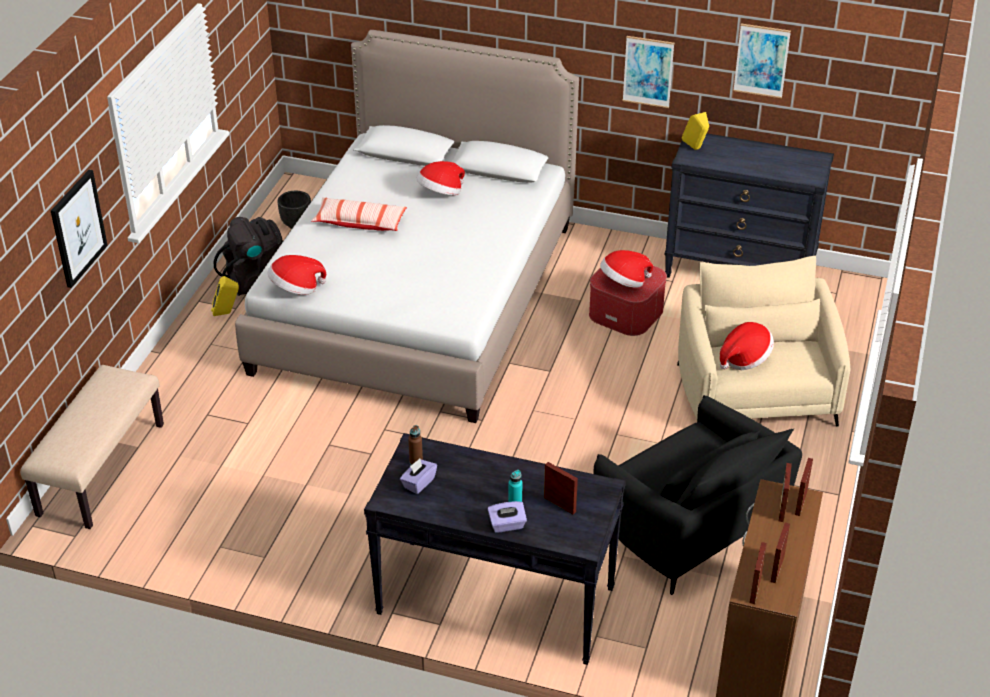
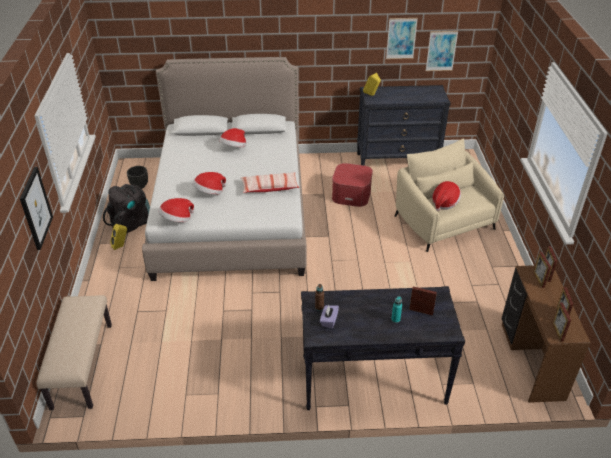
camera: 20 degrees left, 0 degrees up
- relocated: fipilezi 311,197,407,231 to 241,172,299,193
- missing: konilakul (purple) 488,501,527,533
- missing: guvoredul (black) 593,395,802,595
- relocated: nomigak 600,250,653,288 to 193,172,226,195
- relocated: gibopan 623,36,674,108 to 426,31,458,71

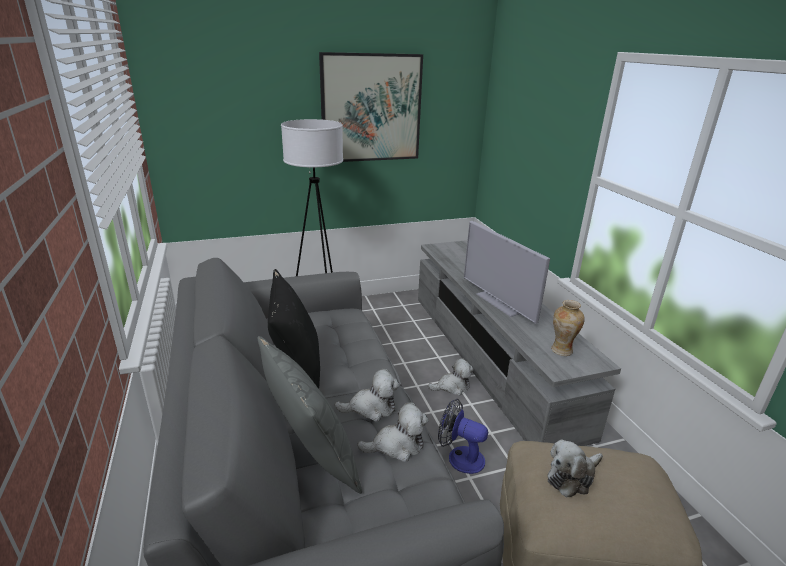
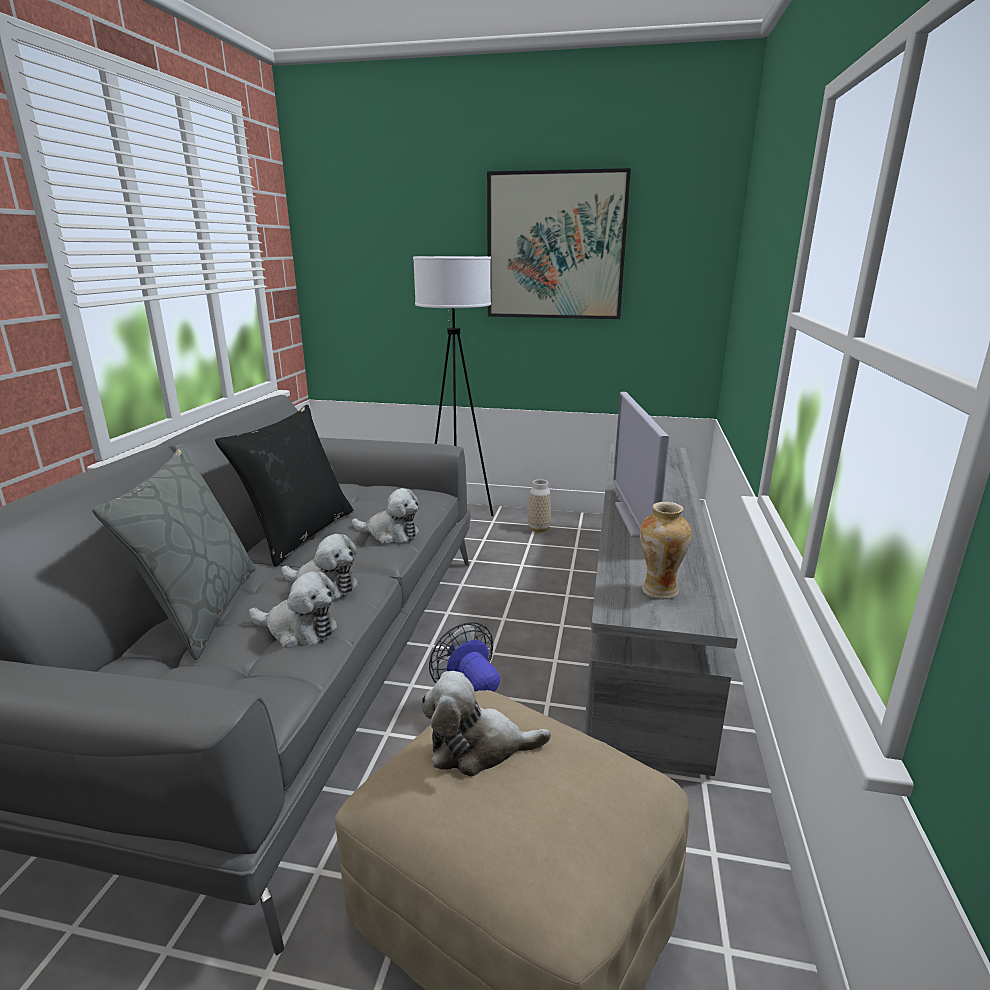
camera: 30 degrees right, 5 degrees down
- relocated: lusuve 428,358,474,396 to 352,488,419,544
- appeared: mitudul 528,479,551,533

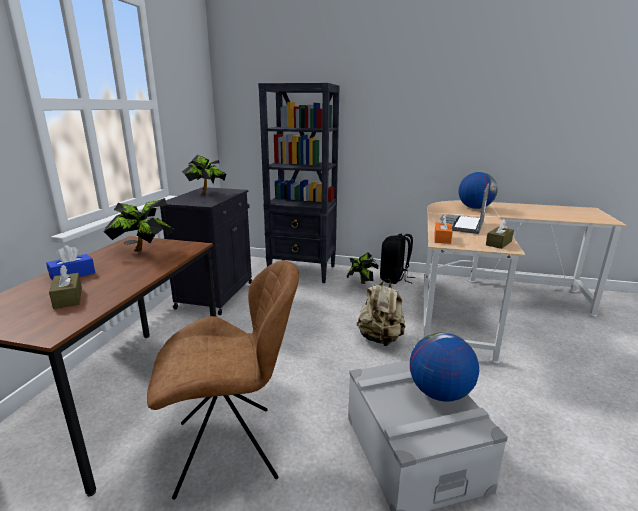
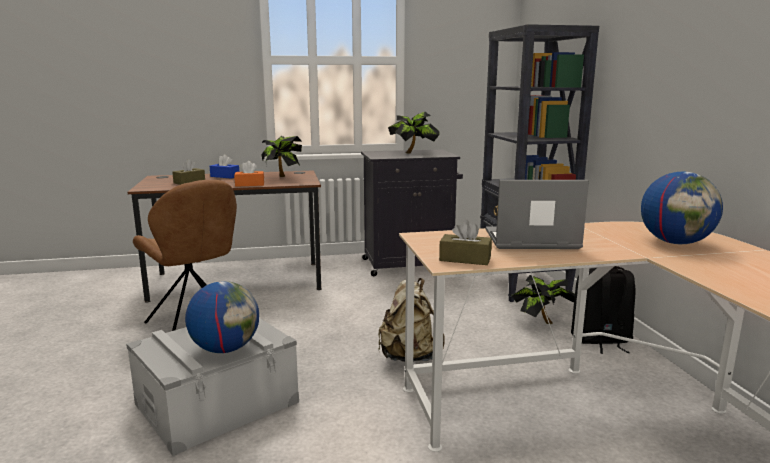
camera: 65 degrees right, 5 degrees down
- relocated: konilakul (orange) 434,215,453,244 to 234,161,264,187

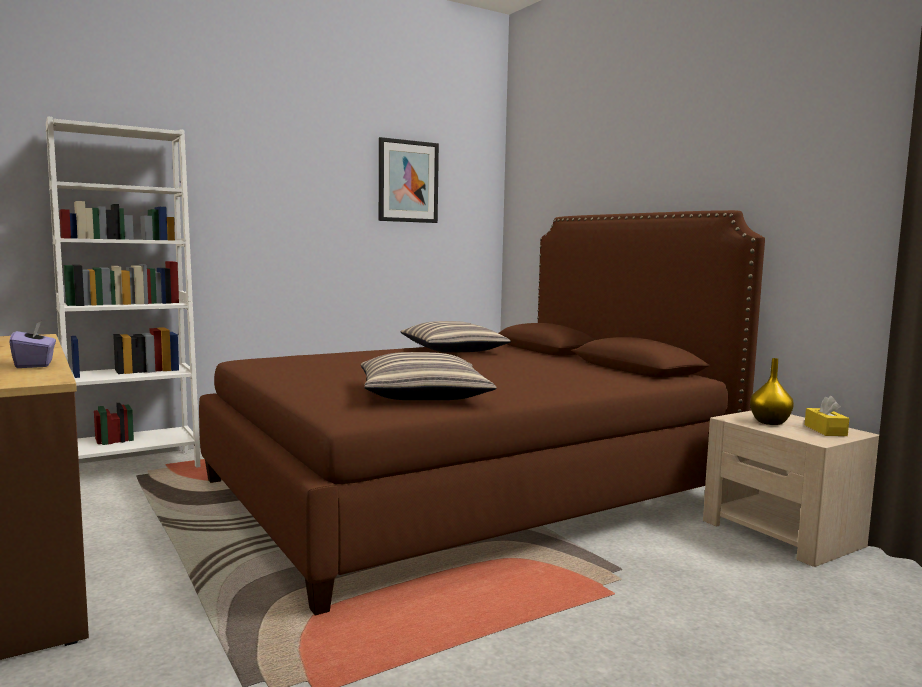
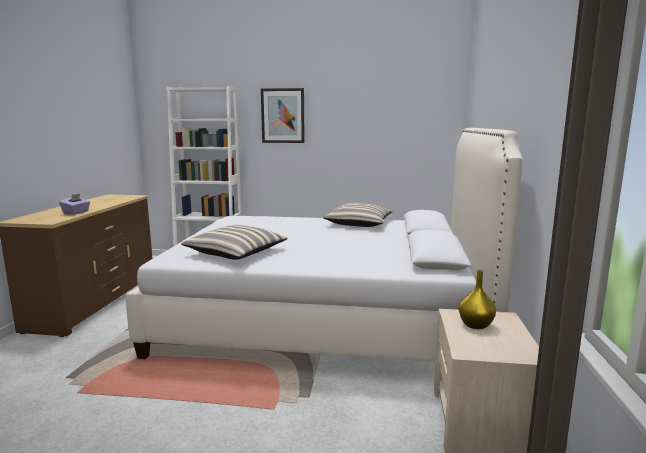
camera: 40 degrees right, 5 degrees up
- colour: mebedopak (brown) 199,210,765,616 to mebedopak (white) 126,128,523,362
- relocated: gibopan 379,137,439,223 to 261,88,305,143
- missing: konilakul (yellow) 805,396,850,436

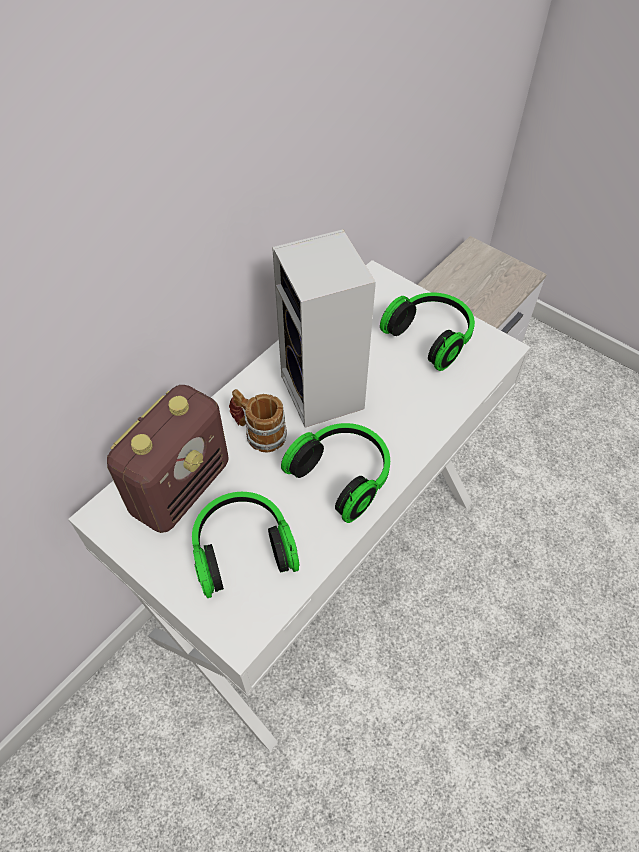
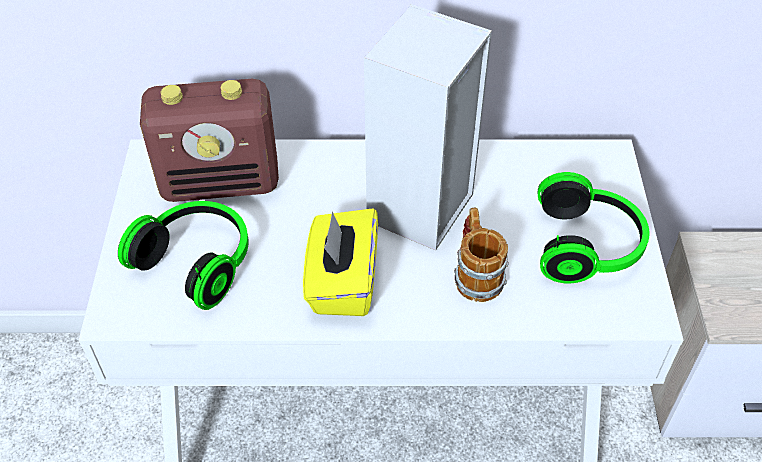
camera: 50 degrees right, 5 degrees down
- relocated: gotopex 229,389,287,453 to 454,207,509,302
- exchanged: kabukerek 281,423,390,523 to konilakul (yellow) 303,208,378,316

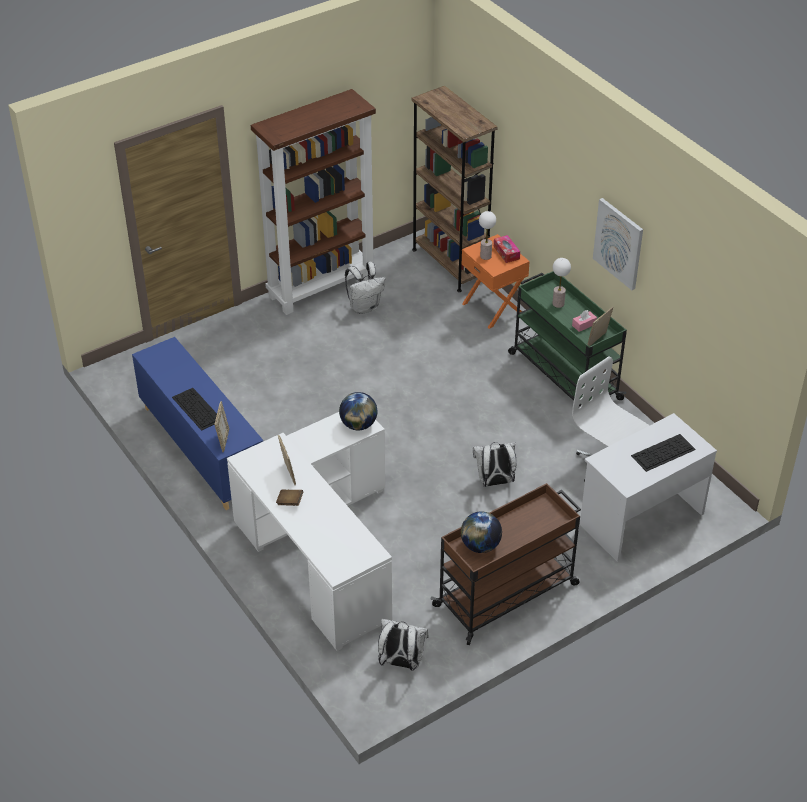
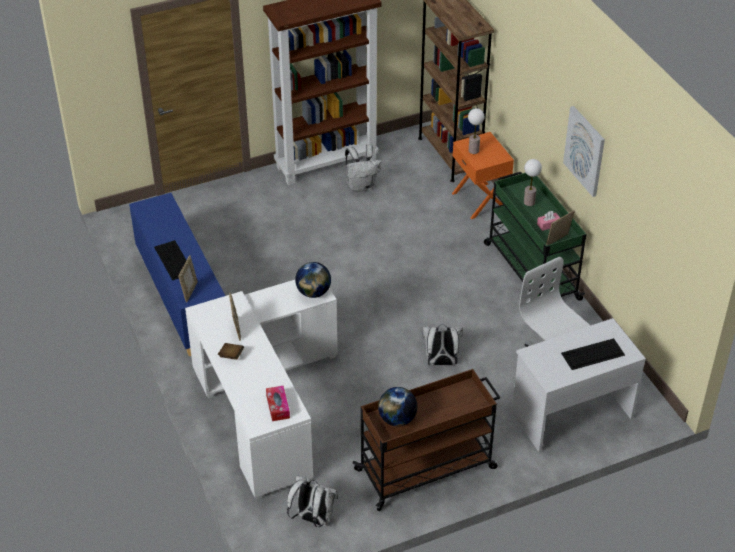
camera: 10 degrees right, 0 degrees up
- relocated: konilakul 494,235,520,263 to 266,386,290,421

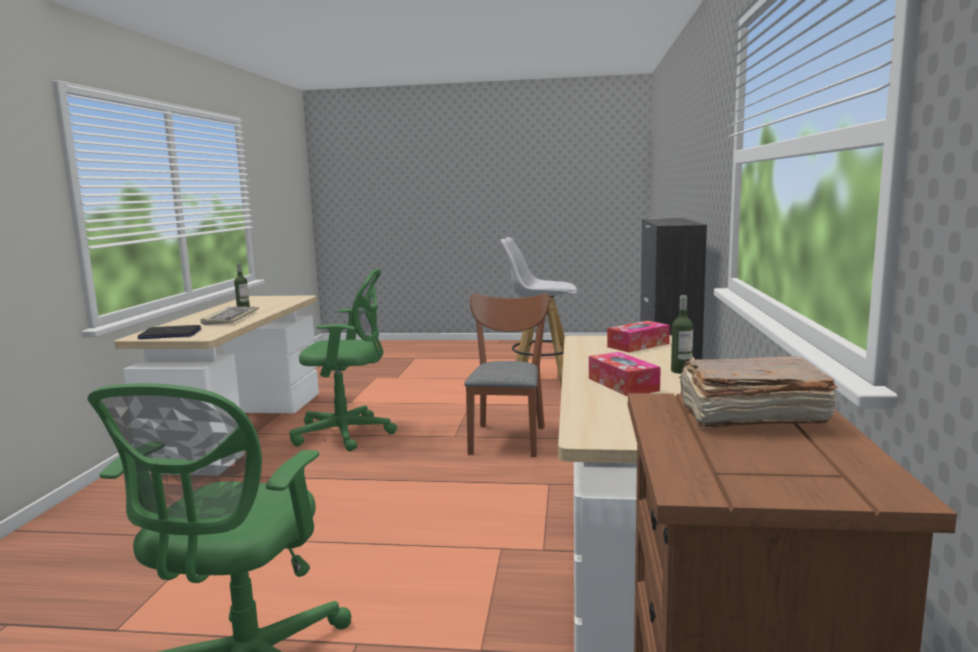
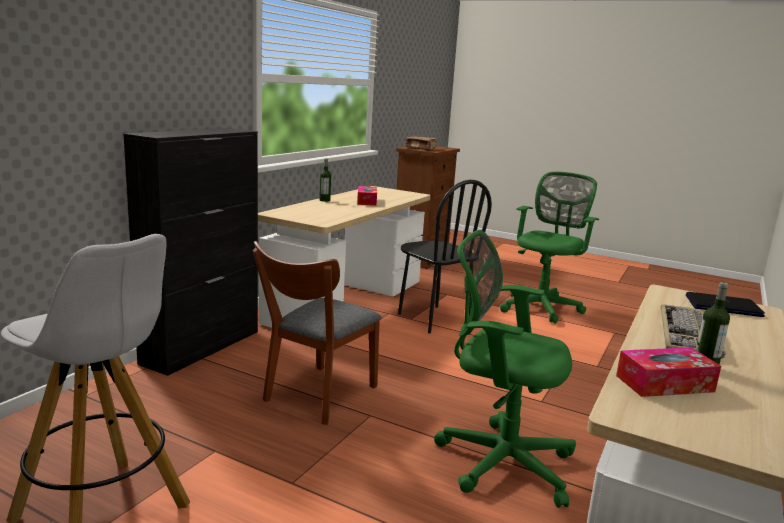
camera: 160 degrees left, 5 degrees up
- relocated: konilakul 607,321,670,353 to 616,347,721,397
- appeared: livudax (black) 398,180,492,333

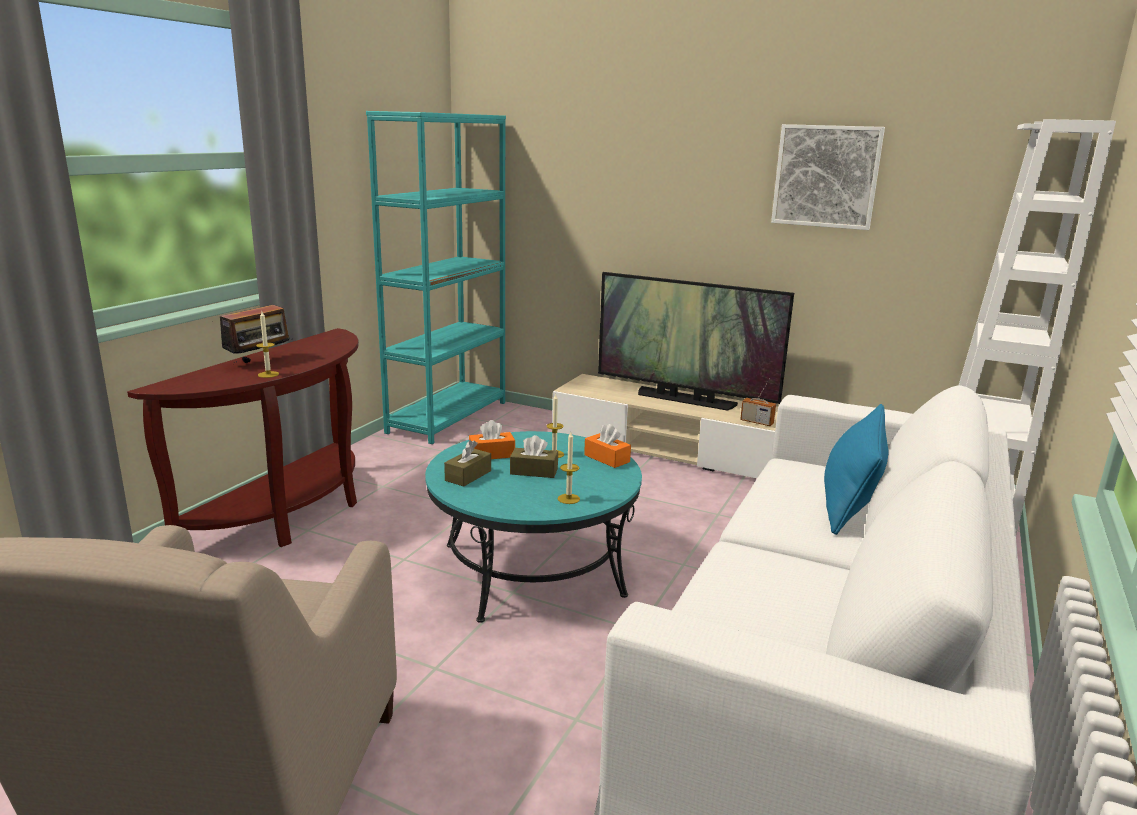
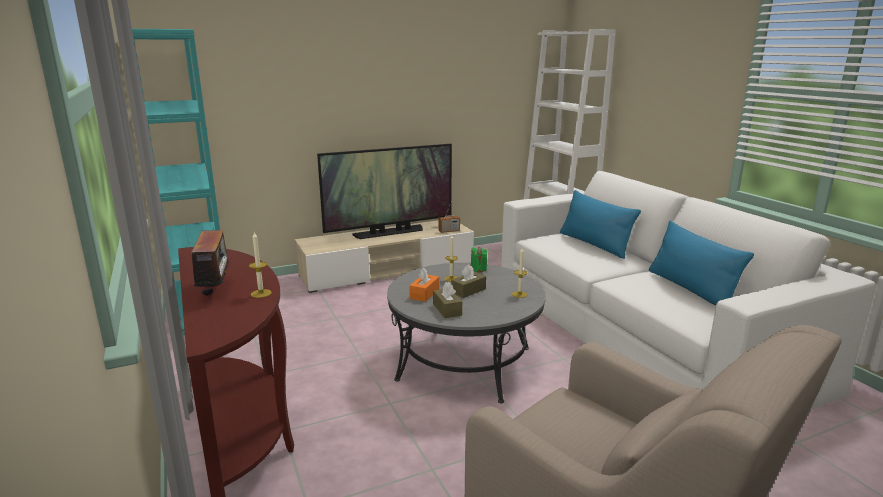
camera: 50 degrees left, 0 degrees up
- colour: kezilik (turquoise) 425,431,642,623 to kezilik (grey) 387,263,546,403
- exchanged: konilakul (orange) 584,424,631,468 to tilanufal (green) 471,247,487,272
- missing: gibopan 771,124,885,230
- appeared: fipilezi (blue) 649,220,754,306

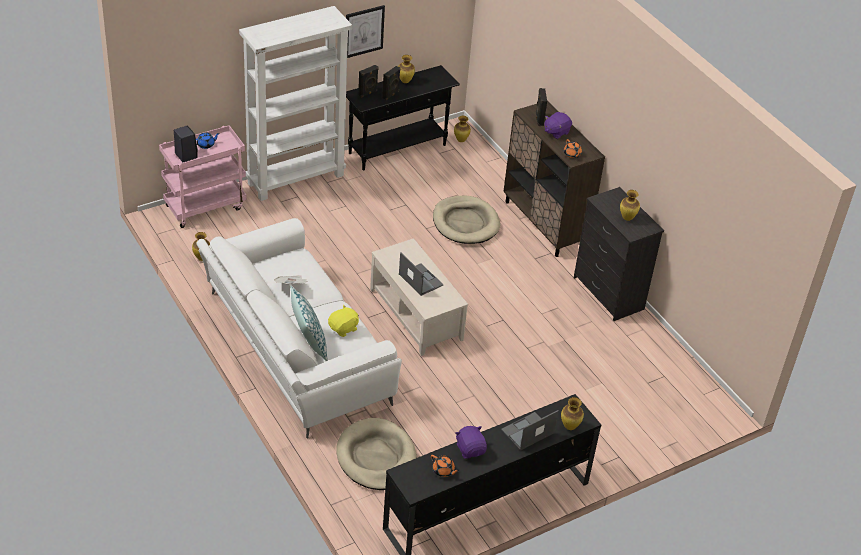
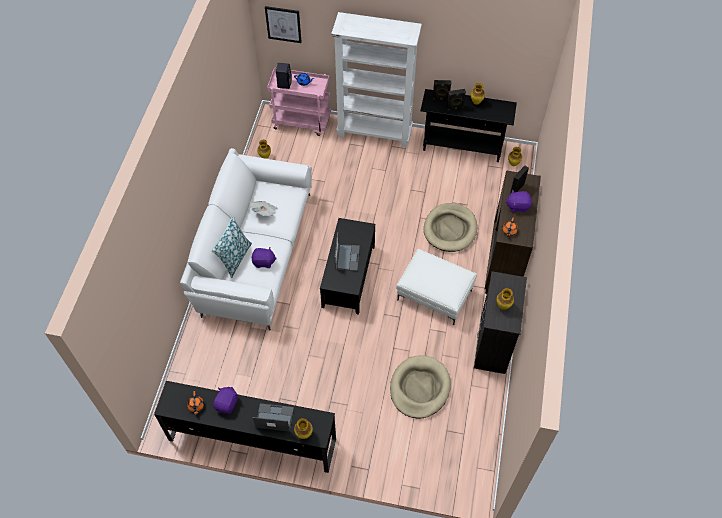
camera: 45 degrees right, 15 degrees up
- colour: lusuve (yellow) 328,305,359,337 to lusuve (purple) 251,247,277,268
- relocated: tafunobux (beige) 336,418,416,490 to 390,355,451,419
- relocated: gibopan 346,5,385,58 to 265,6,302,43
- colour: kezilik (beige) 370,238,468,356 to kezilik (black) 320,218,375,315
- appeared: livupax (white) 396,249,477,325

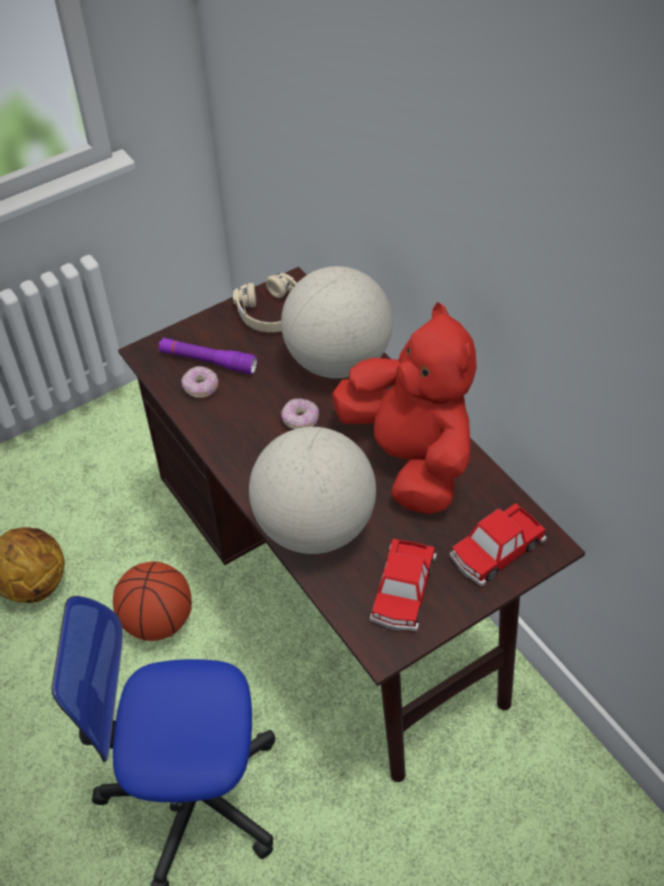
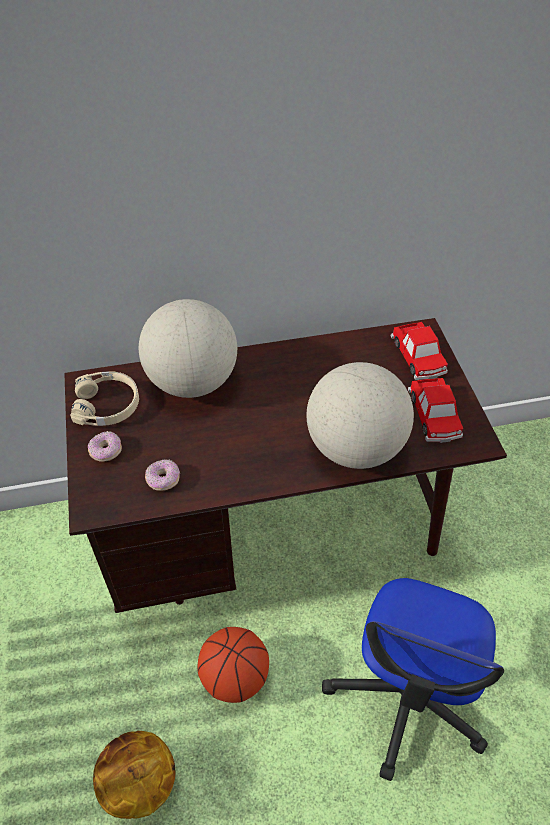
camera: 70 degrees left, 0 degrees up
- missing: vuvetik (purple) 158,338,257,374
- relocated: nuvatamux 281,398,319,429 to 88,431,122,462
- missing: lusuve (red) 332,302,477,514
- spun: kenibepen 370,539,437,631 = 408,378,463,443 45 degrees clockwise

